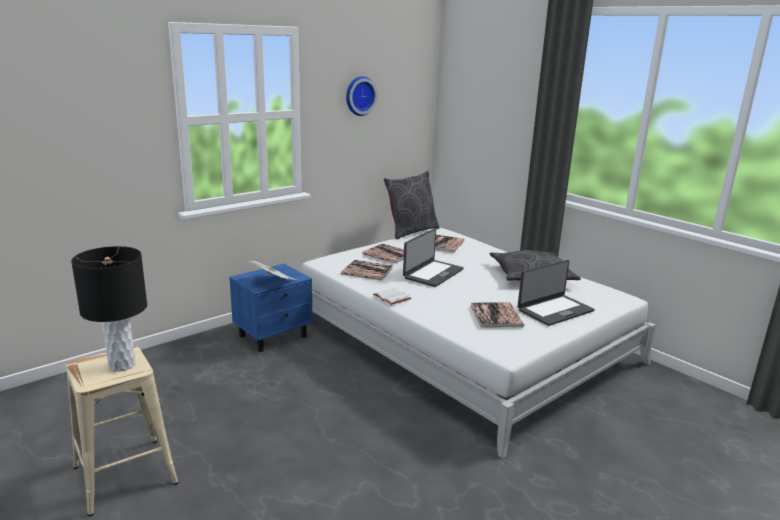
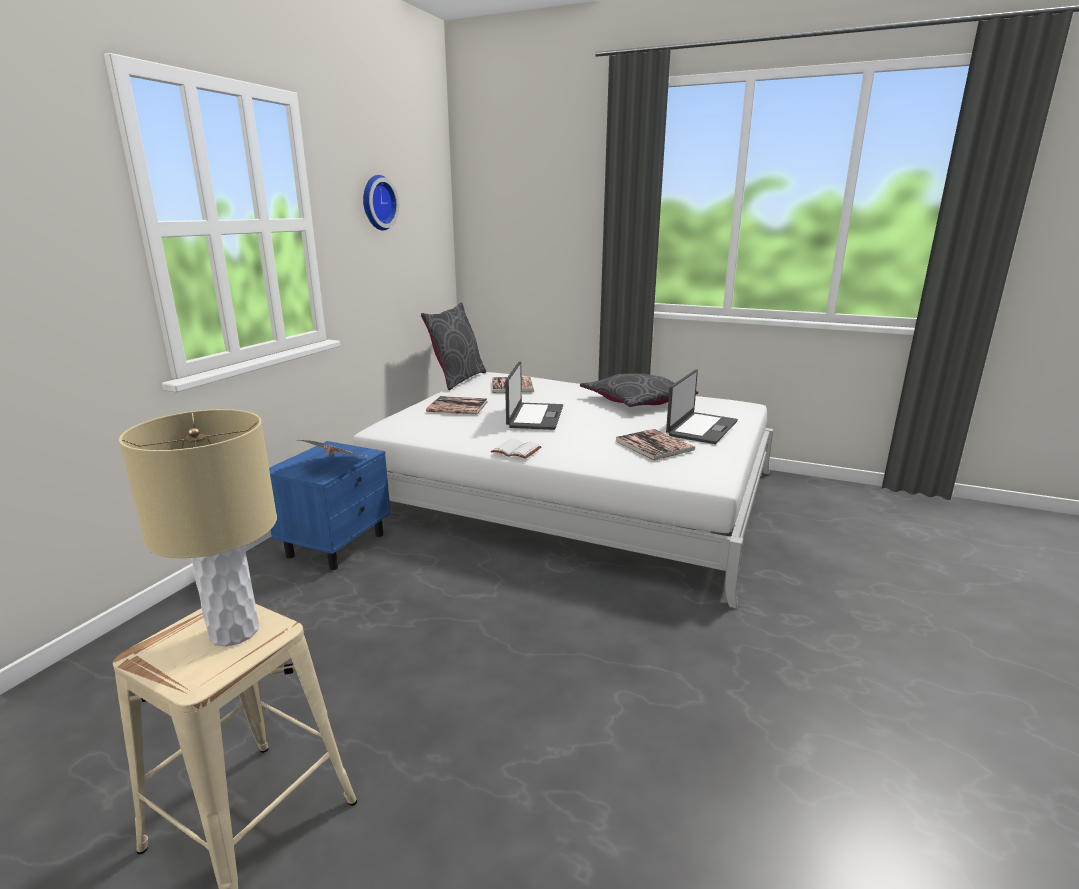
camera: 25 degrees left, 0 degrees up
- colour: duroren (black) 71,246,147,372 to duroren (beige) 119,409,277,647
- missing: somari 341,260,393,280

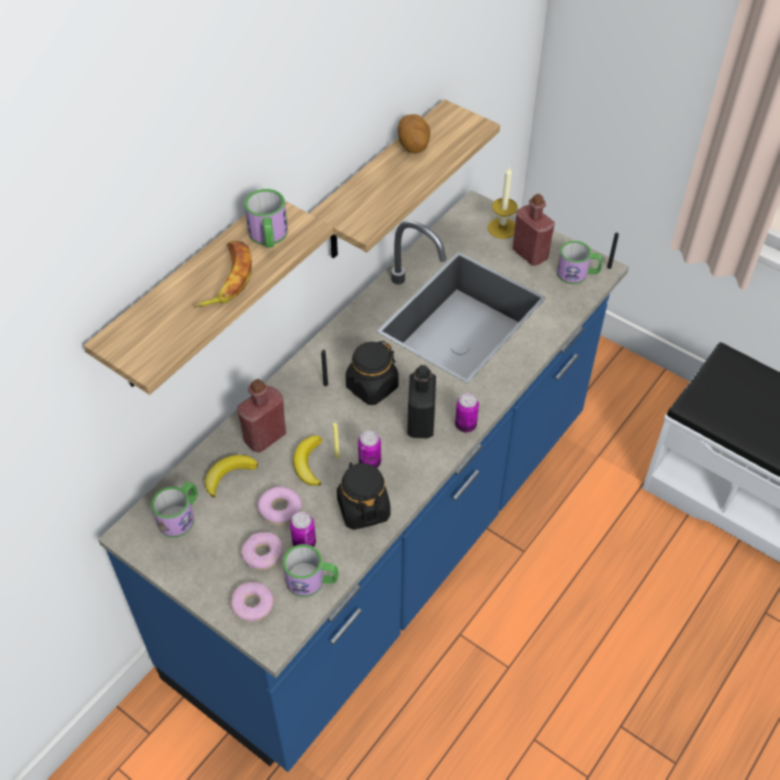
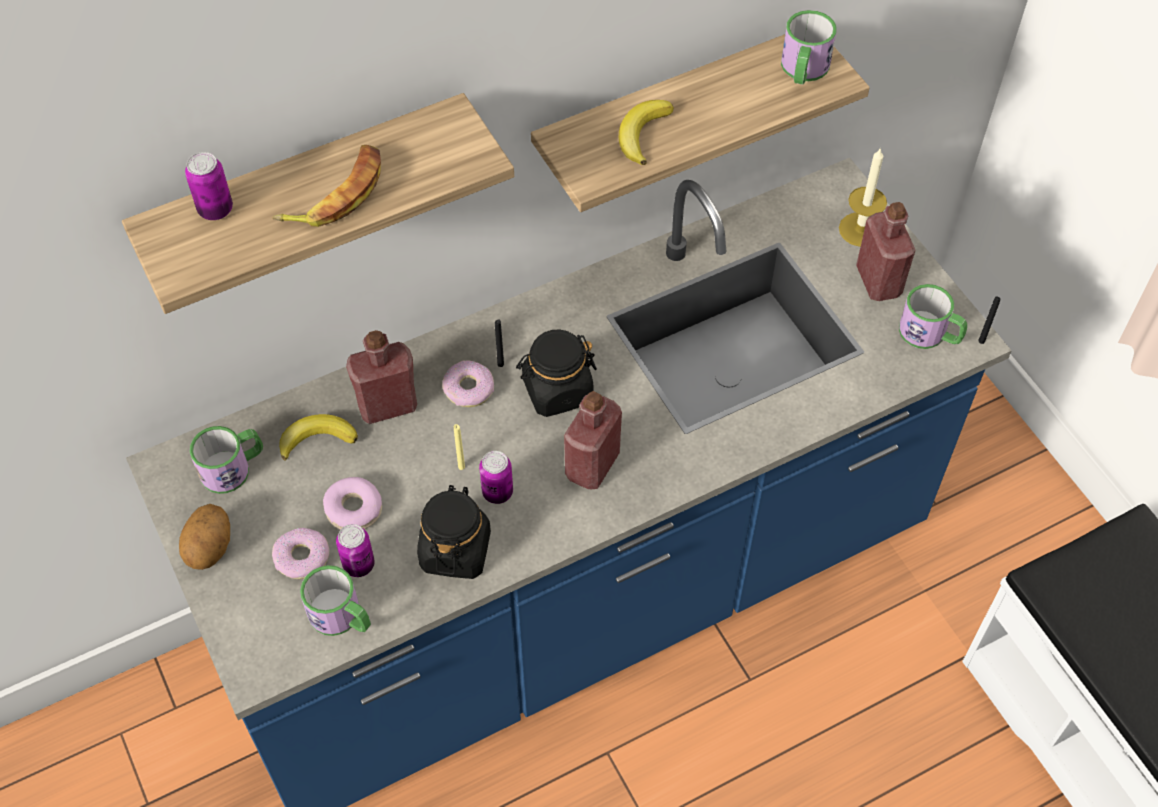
camera: 25 degrees right, 5 degrees up
- relocated: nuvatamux 230,582,274,622 to 442,360,494,407
- relocated: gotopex 244,189,288,248 to 781,10,837,85
- relocated: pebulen 293,435,322,486 to 619,100,674,165
- relocated: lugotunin 398,114,430,154 to 179,504,230,570
- colour: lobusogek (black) 407,365,436,438 to lobusogek (red) 564,391,622,489
- relocated: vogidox 455,393,479,432 to 185,152,233,220

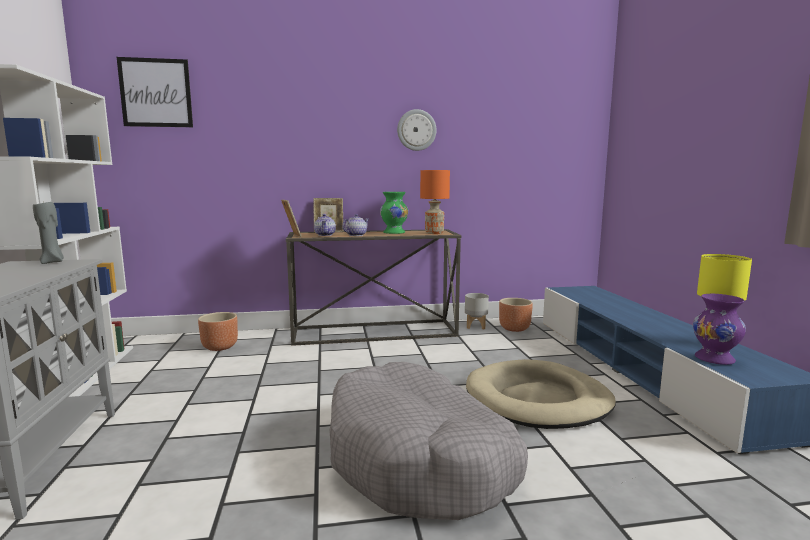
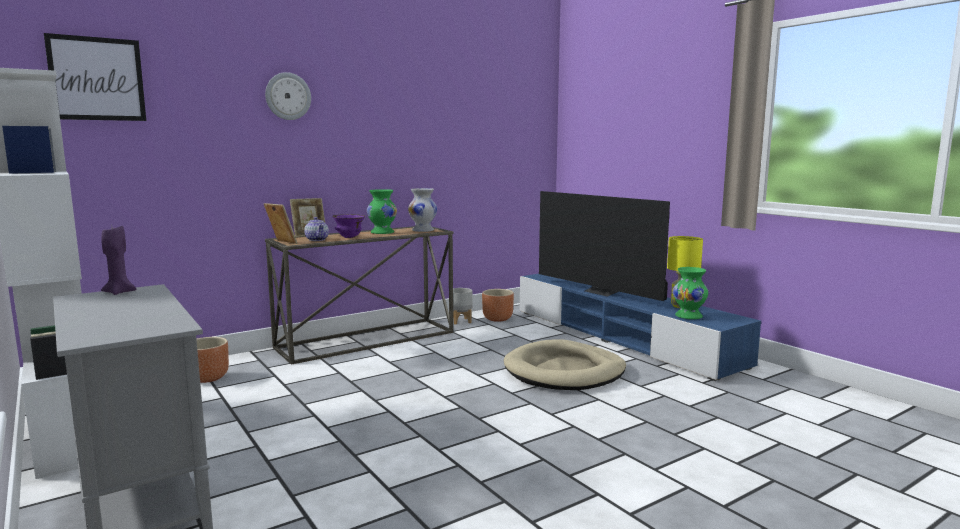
camera: 25 degrees left, 0 degrees up
- colour: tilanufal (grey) 33,201,64,264 to tilanufal (purple) 101,226,136,295
- missing: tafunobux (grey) 329,362,528,520
- exchanged: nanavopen 342,214,369,236 to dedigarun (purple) 332,214,365,238
- relocated: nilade 397,109,437,151 to 265,72,311,120
- exchanged: duroren (orange) 420,170,450,234 to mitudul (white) 408,188,437,232
- colour: mitudul (purple) 693,294,746,365 to mitudul (green) 673,267,708,319
- appeared: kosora 539,191,670,301

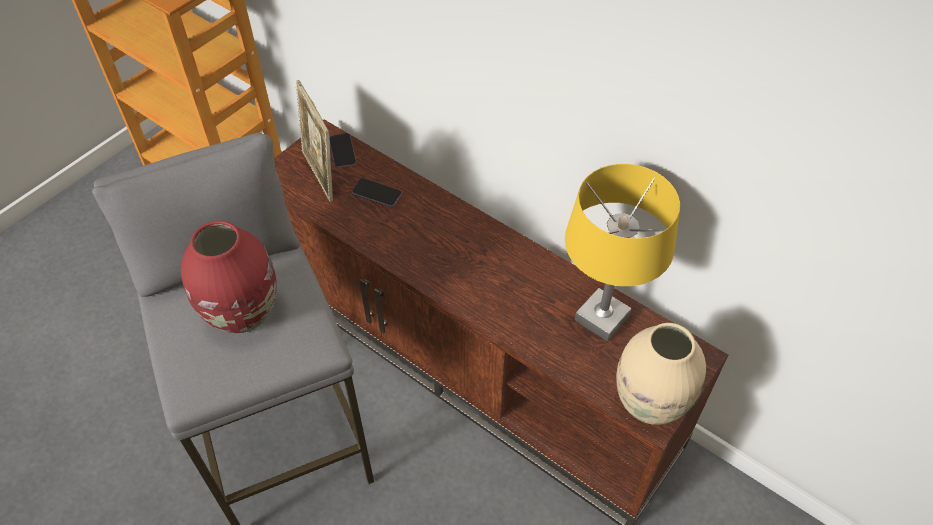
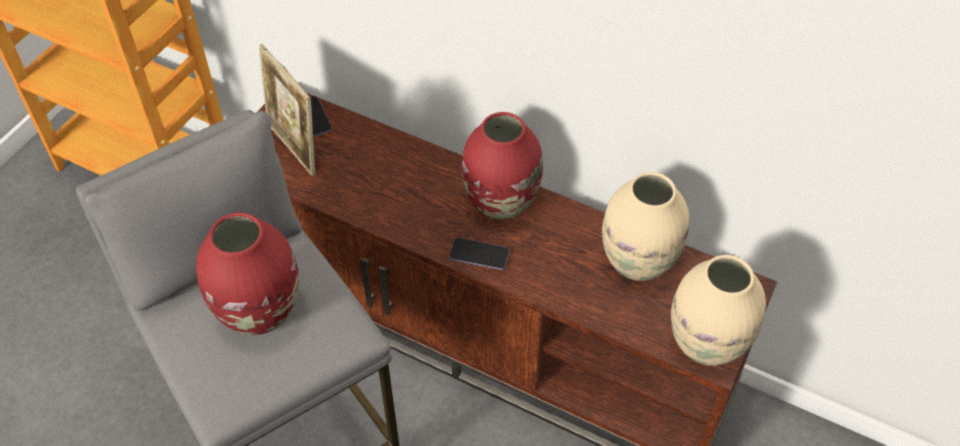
camera: 10 degrees left, 0 degrees up
- relocated: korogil 352,178,402,207 to 449,238,509,270
- exchanged: duroren (yellow) 565,164,680,341 to mitudul (beige) 602,172,689,281
- appeared: mitudul (red) 462,112,543,219

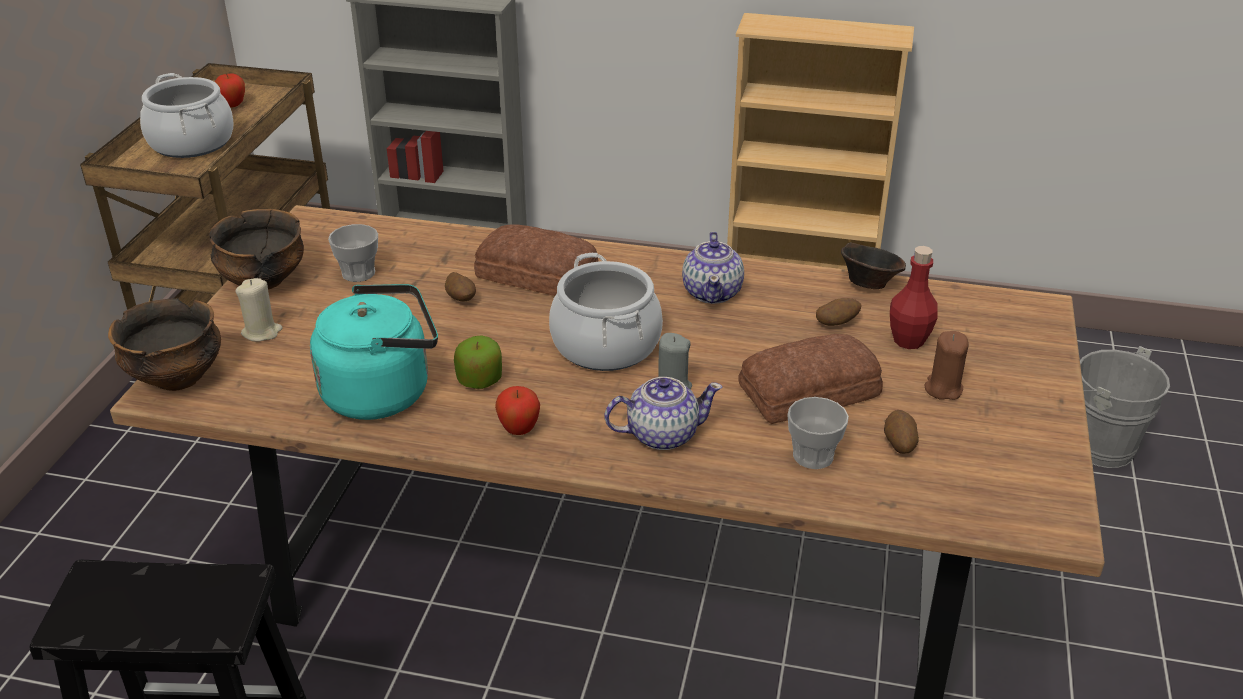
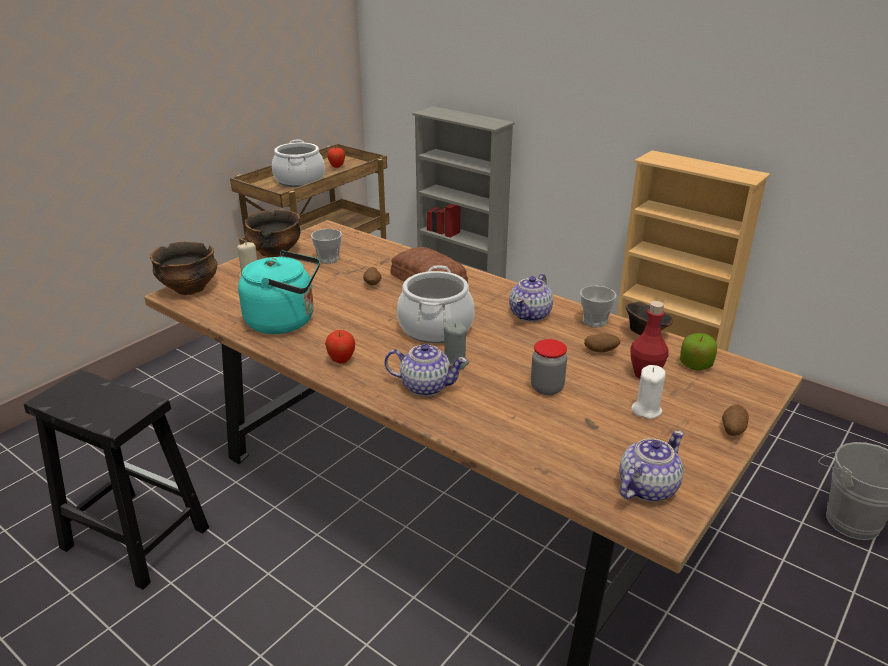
camera: 25 degrees right, 5 degrees down
- relocated: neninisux 454,335,502,389 to 680,333,717,370
- exchanged: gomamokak 739,334,883,424 to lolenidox 531,339,567,395
- relocated: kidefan 788,397,849,469 to 580,286,616,327
- relocated: lugotunin 884,410,919,454 to 722,405,749,436
- colour: tilanufal (brown) 924,331,969,400 to tilanufal (white) 631,365,666,419
- appeared: nanavopen 619,431,684,502

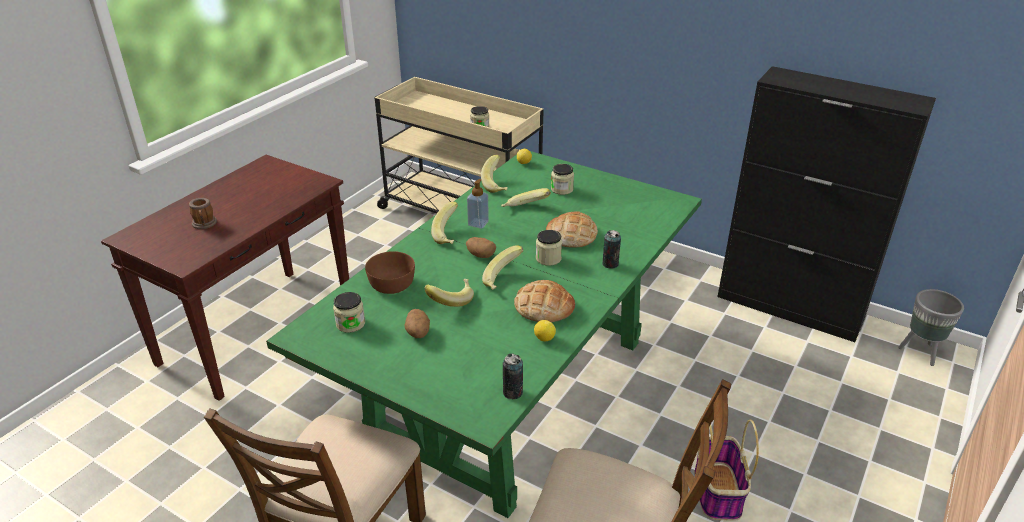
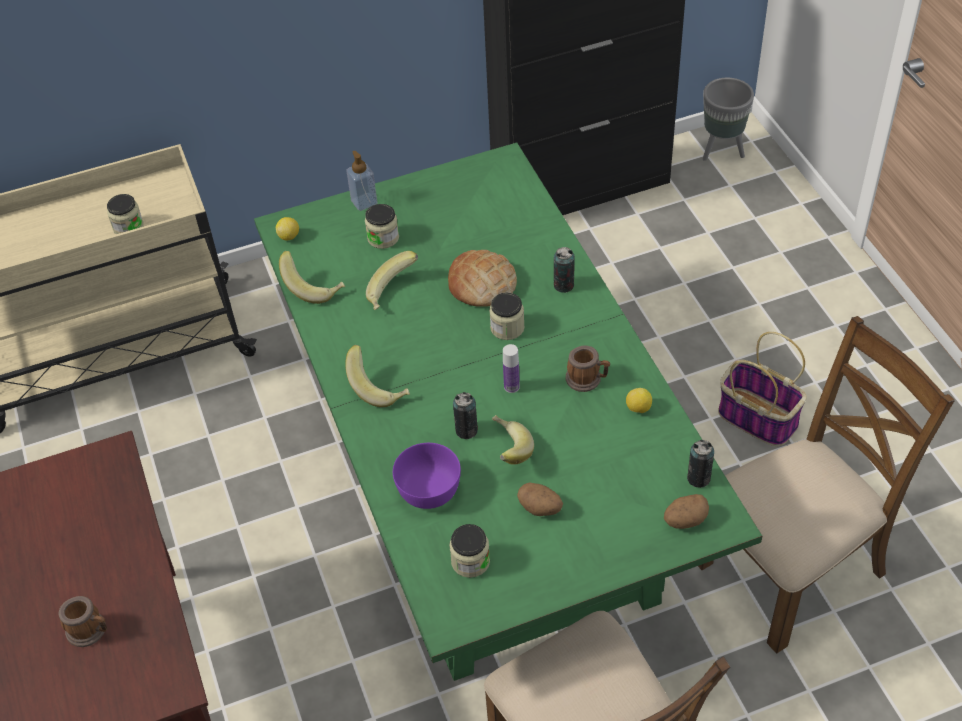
camera: 50 degrees left, 15 degrees up
- colour: dedigarun (brown) 365,251,415,294 to dedigarun (purple) 393,443,461,509
- relocated: lugotunin 466,237,496,258 to 664,494,709,529
- relocated: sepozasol 467,179,489,229 to 346,151,377,211
- exchanged: pebulen 482,245,523,290 to lobusogek 503,344,520,393
- exchanged: gomamokak 514,280,575,322 to gotopex 566,346,610,392
- appeared: vogidox 453,392,478,439

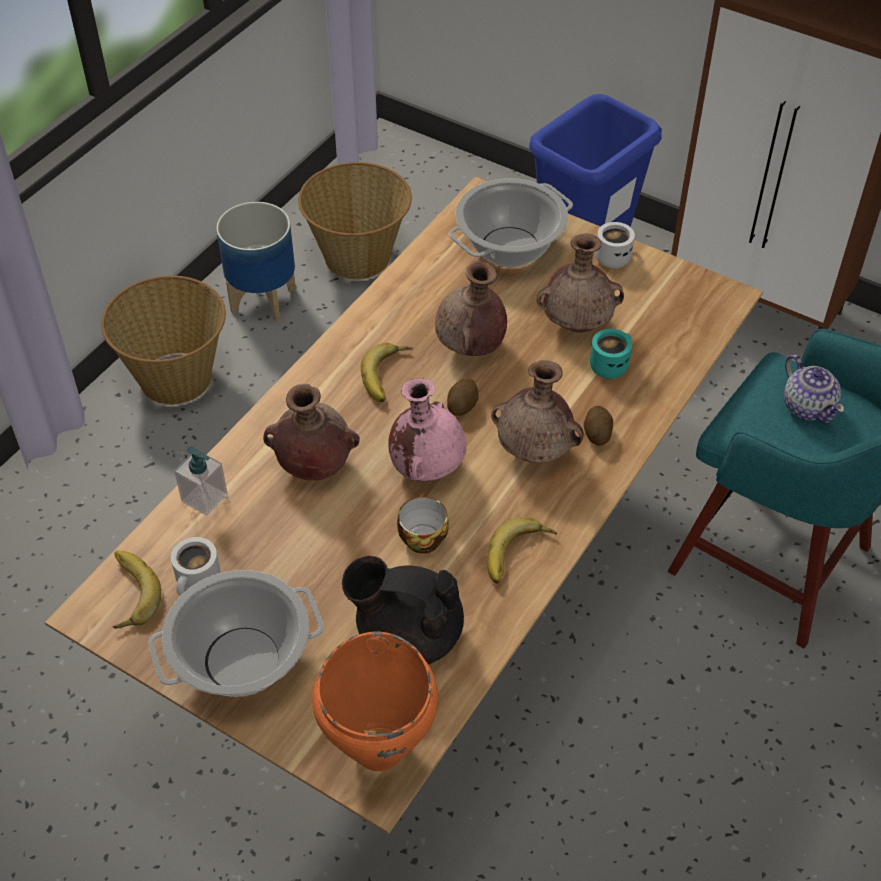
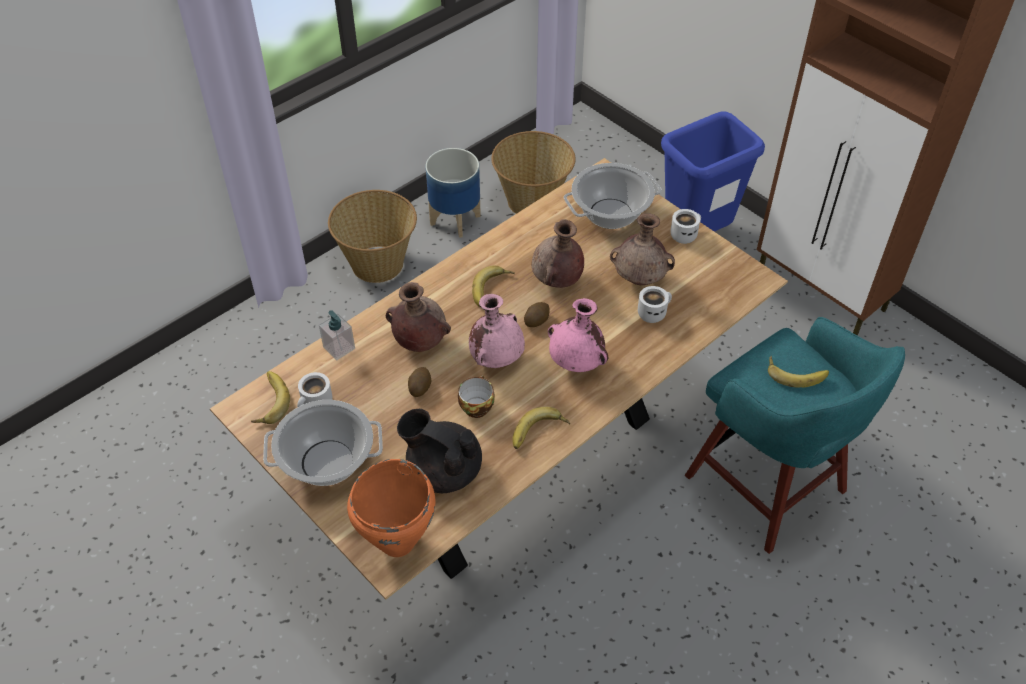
camera: 15 degrees right, 0 degrees up
- colour: mitudul (brown) 491,360,584,463 to mitudul (pink) 548,298,608,372
- relocated: lugotunin 584,406,613,445 to 408,367,431,397
- colour: gotopex (turquoise) 590,329,632,379 to gotopex (white) 638,286,672,323
- exchanged: nanavopen 784,354,844,423 to pebulen 768,356,829,388

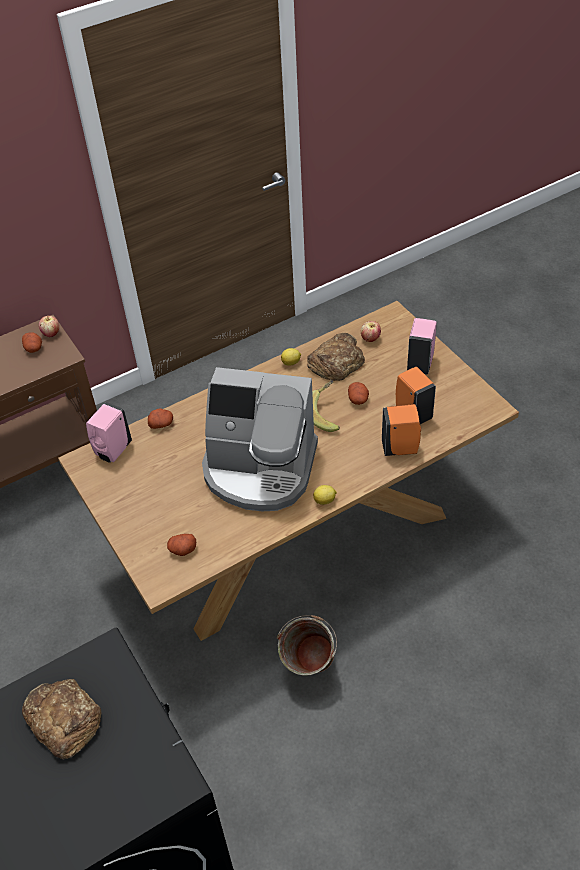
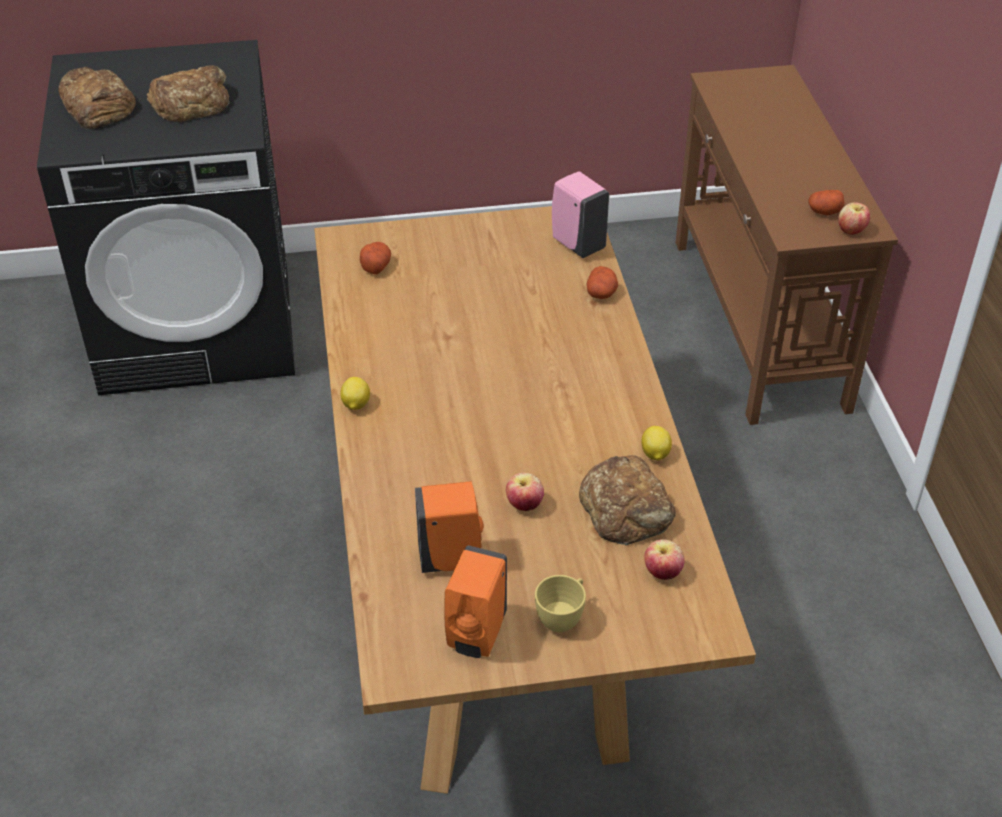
camera: 110 degrees right, 5 degrees down
- missing: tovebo 202,367,318,511
- missing: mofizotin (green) 277,615,337,676
- missing: pebulen 312,380,340,432
- exchanged: lugotunin 348,382,369,405 to neninisux 506,473,544,511
- relocated: sepozasol (orange) 382,404,421,456 to 444,546,507,658
- exchanged: sepozasol (pink) 407,318,437,374 to kidefan (yellow) 535,575,586,632
- appeared: gomamokak 58,67,136,129

